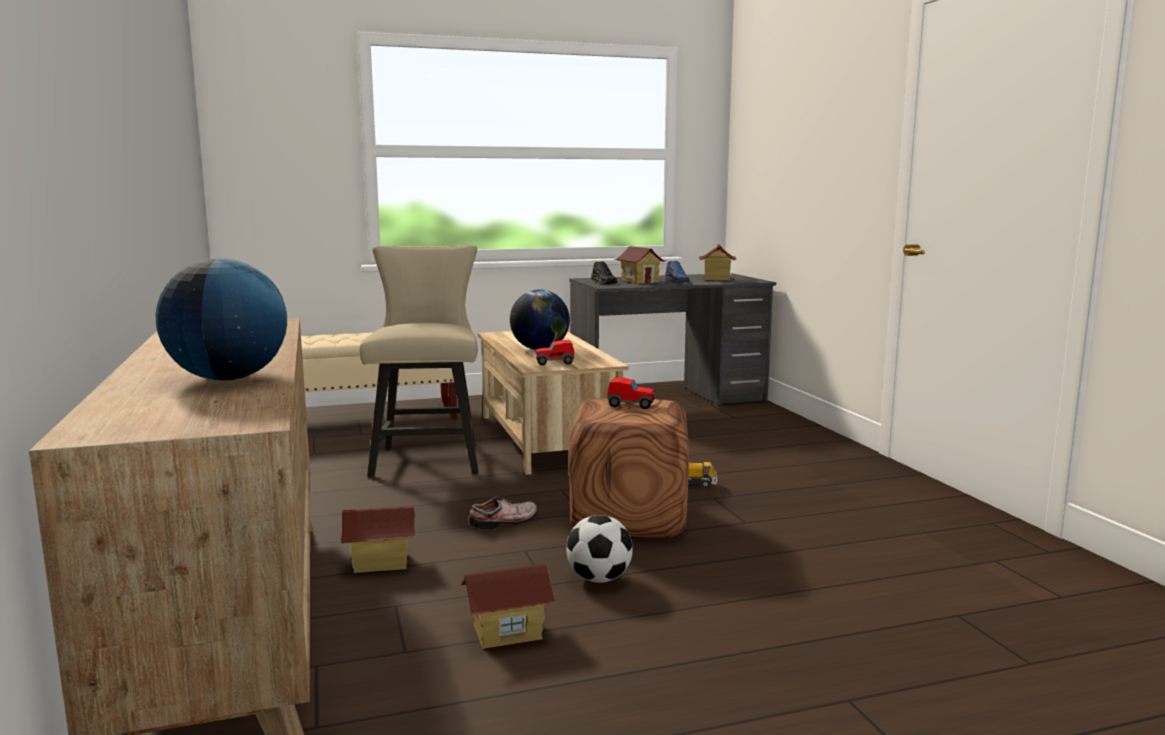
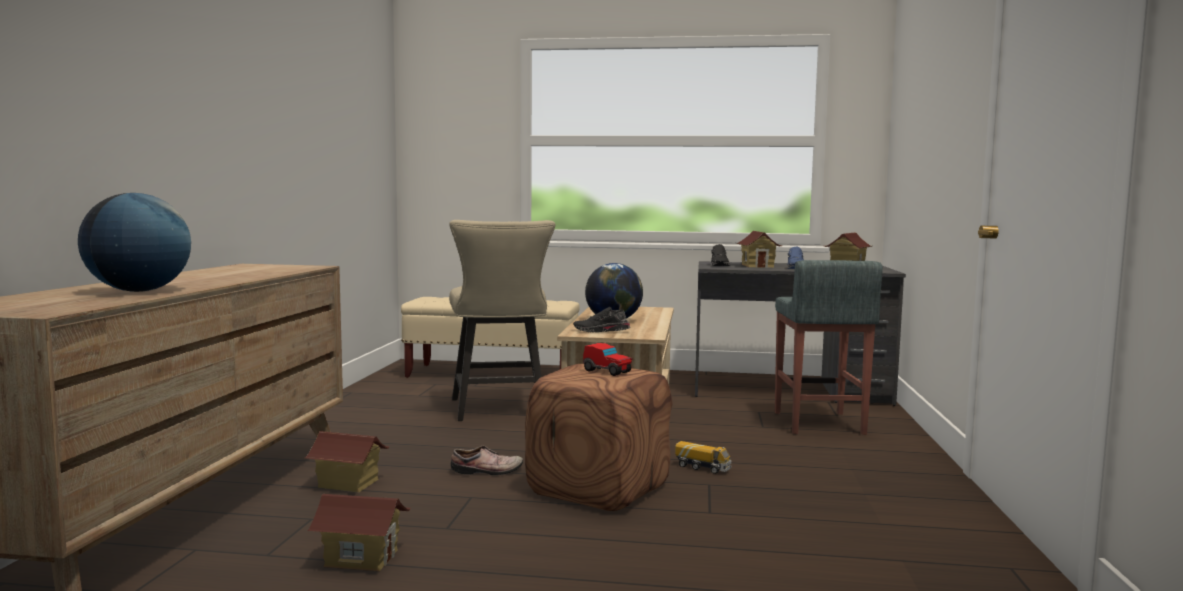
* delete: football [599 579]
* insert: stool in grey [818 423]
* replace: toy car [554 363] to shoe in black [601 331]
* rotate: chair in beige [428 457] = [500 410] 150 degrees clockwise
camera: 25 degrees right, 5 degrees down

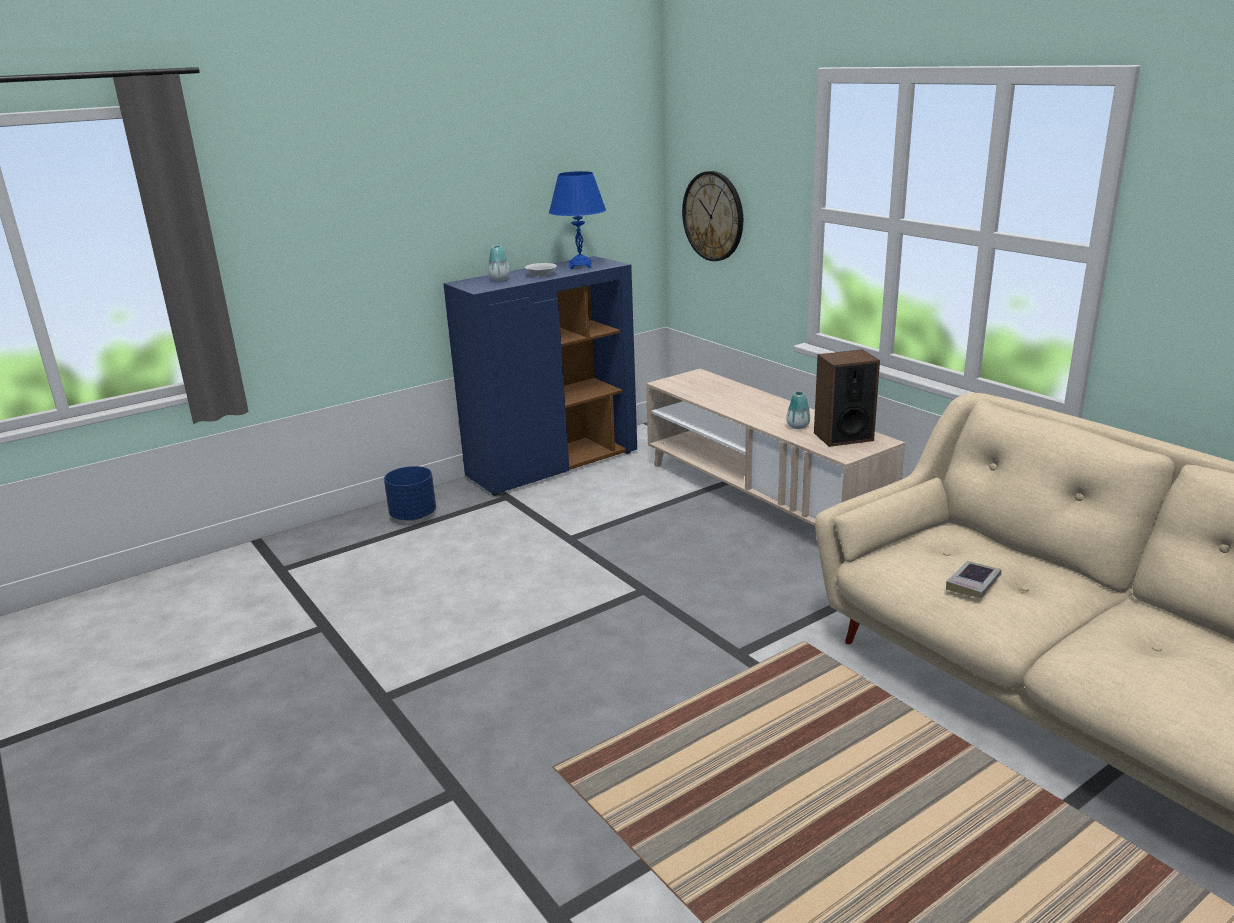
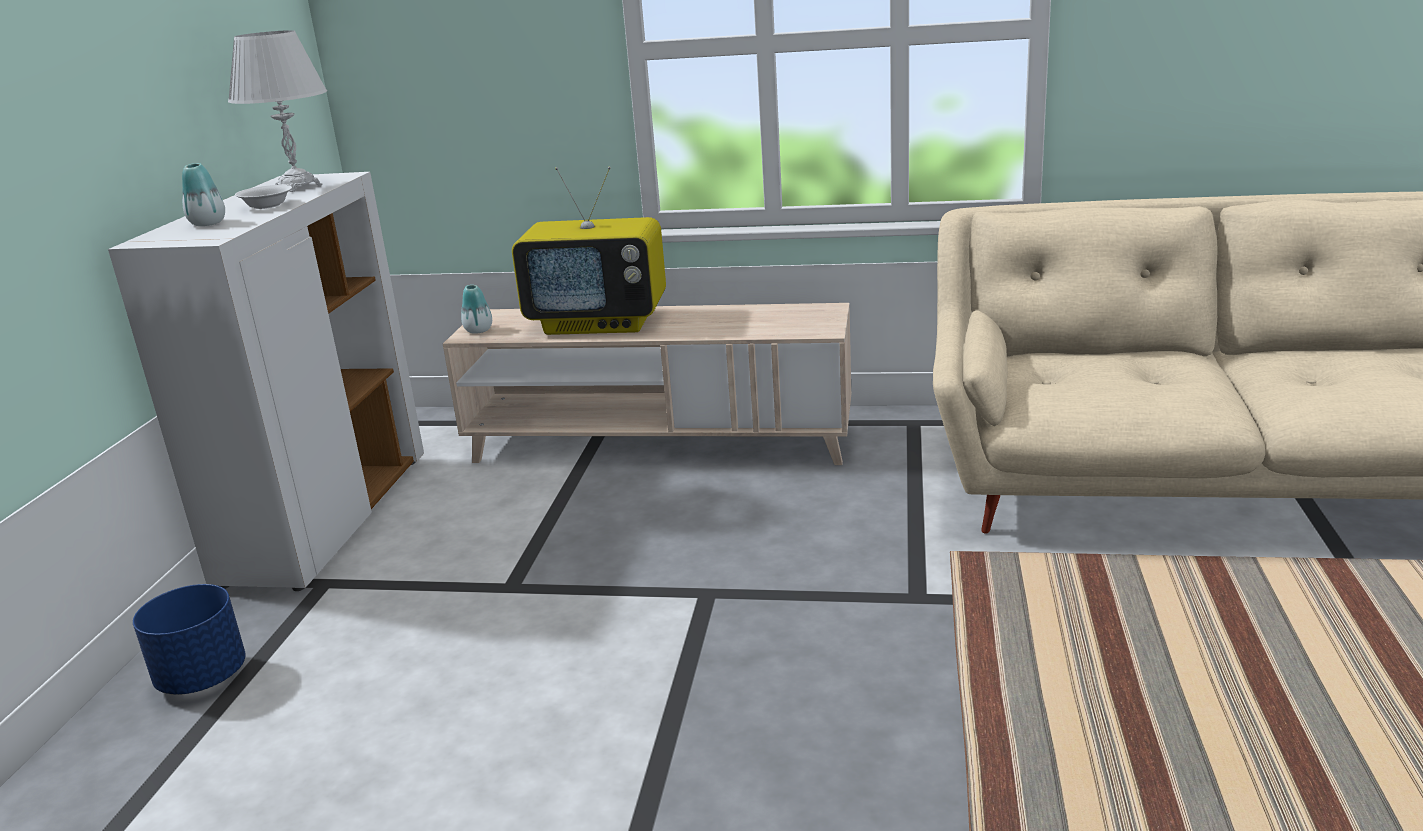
* delete: wall clock [713 216]
* delete: speaker [843 436]
* delete: book [973 583]
* insert: television [600 323]
* move: vase [798 426] to [478 330]
* recolor: cabinet in blue [553 465] to cabinet in white [327 518]
* recolor: table lamp in blue [580 266] to table lamp in white [298 187]
camera: 45 degrees left, 0 degrees up

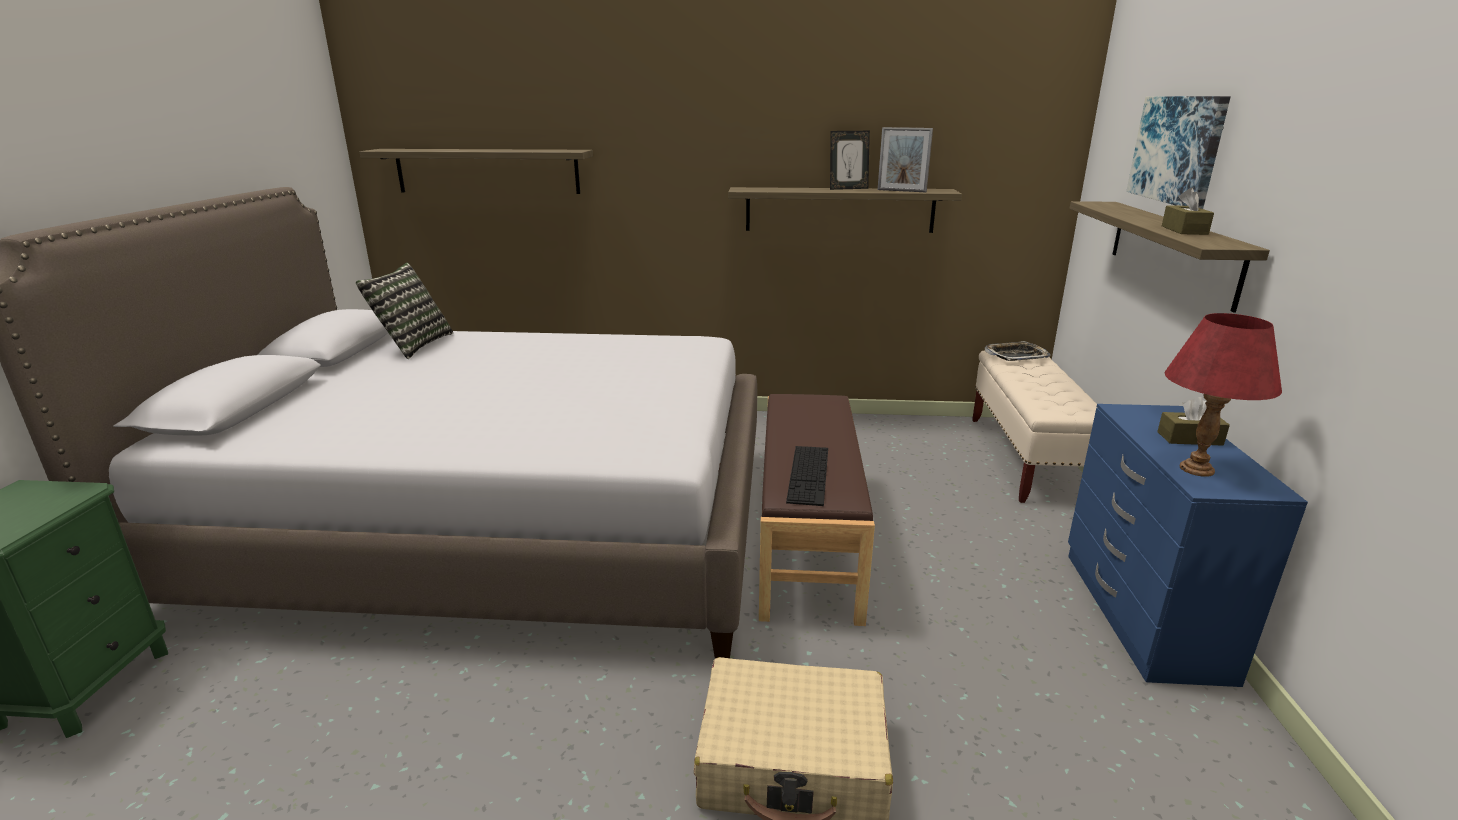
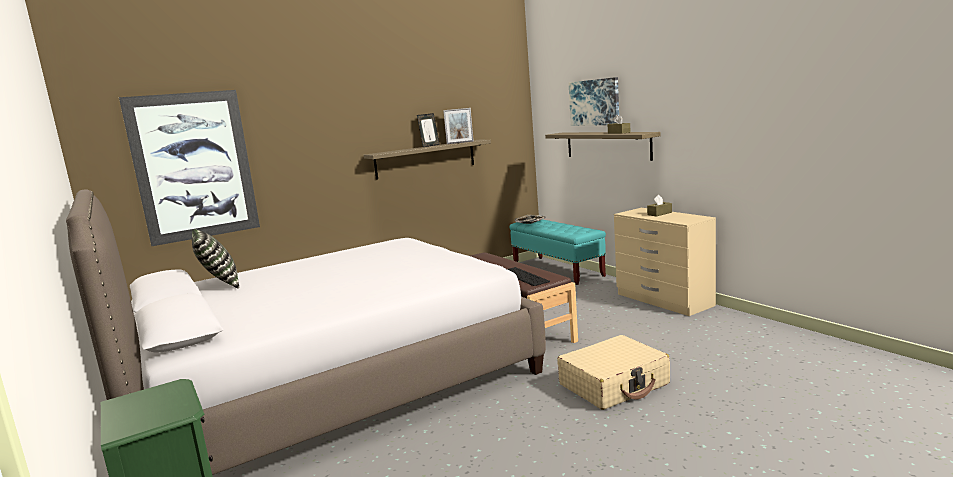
* delete: table lamp in red [1196 469]
* replace: shelf [487 171] to picture [194 166]
* recolor: bench in beige [1027 458] to bench in turquoise [557 271]
* recolor: dresser in blue [1141 614] to dresser in beige [663 300]
camera: 35 degrees left, 10 degrees down

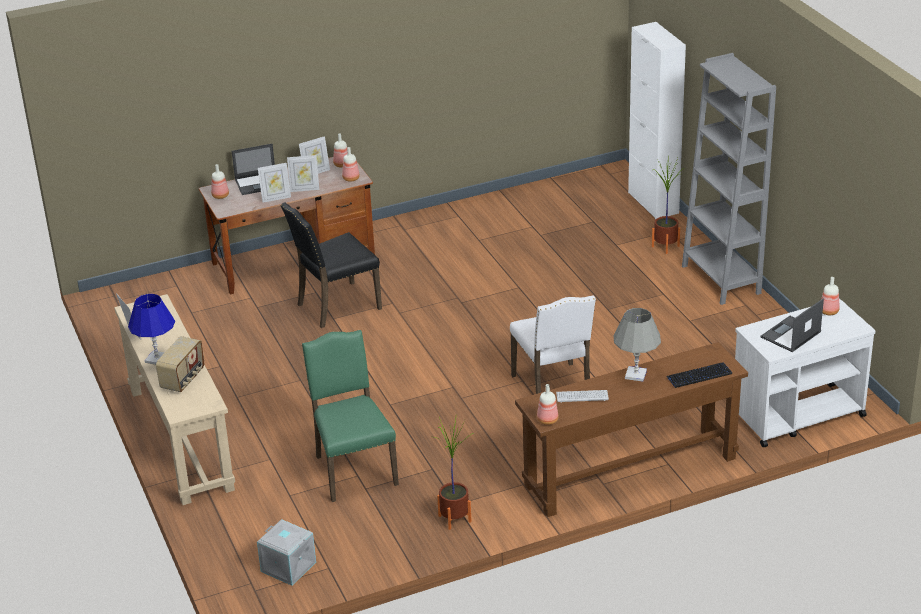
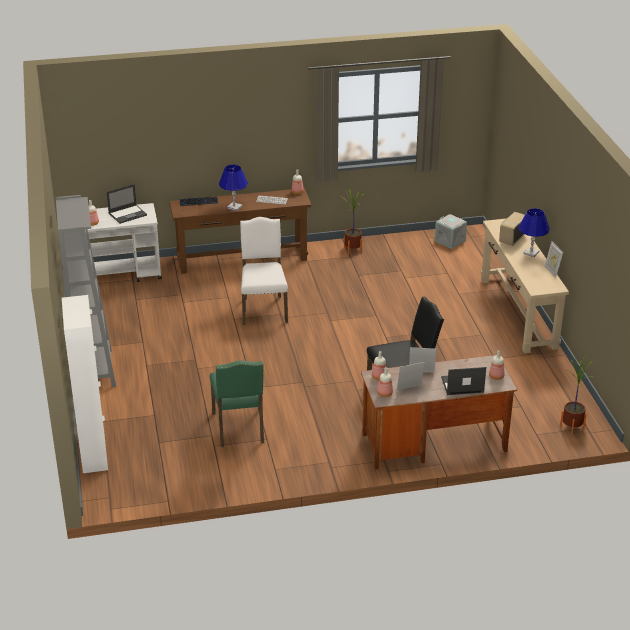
* delete: picture frame [276 198]
* move: chair in green [353 469] to [239 428]
* move: potted plant [665 246] to [572 427]
* recolor: table lamp in grey [636 374] to table lamp in blue [234 207]
camera: 170 degrees left, 0 degrees up

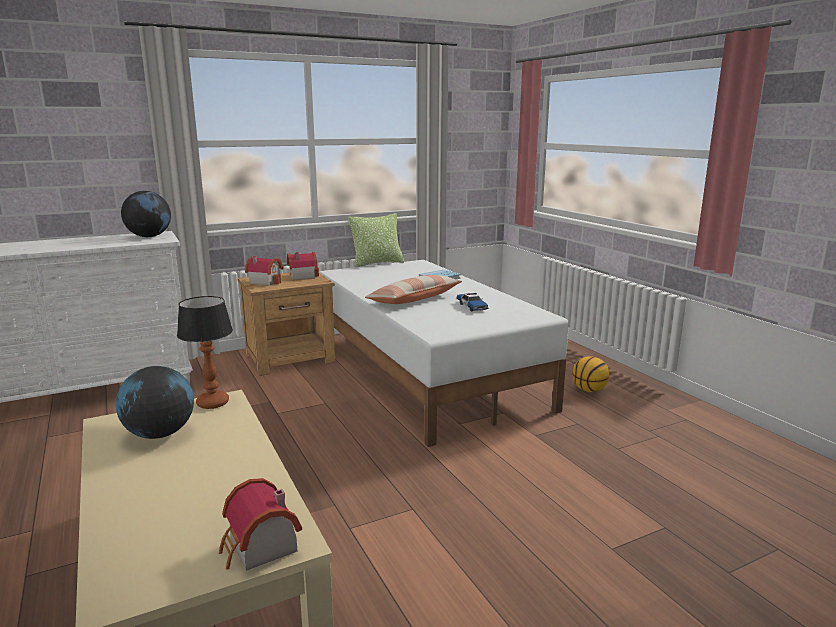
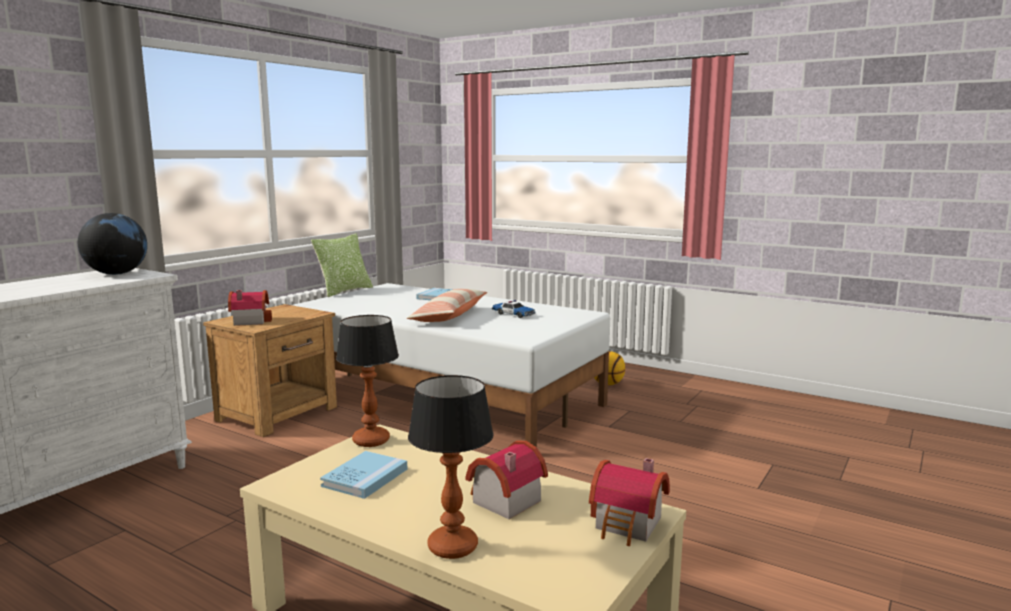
* insert: table lamp [452 547]
* move: toy house [301 276] to [502 501]
* replace: globe [160 434] to book in blue [365 477]
camera: 30 degrees left, 5 degrees down

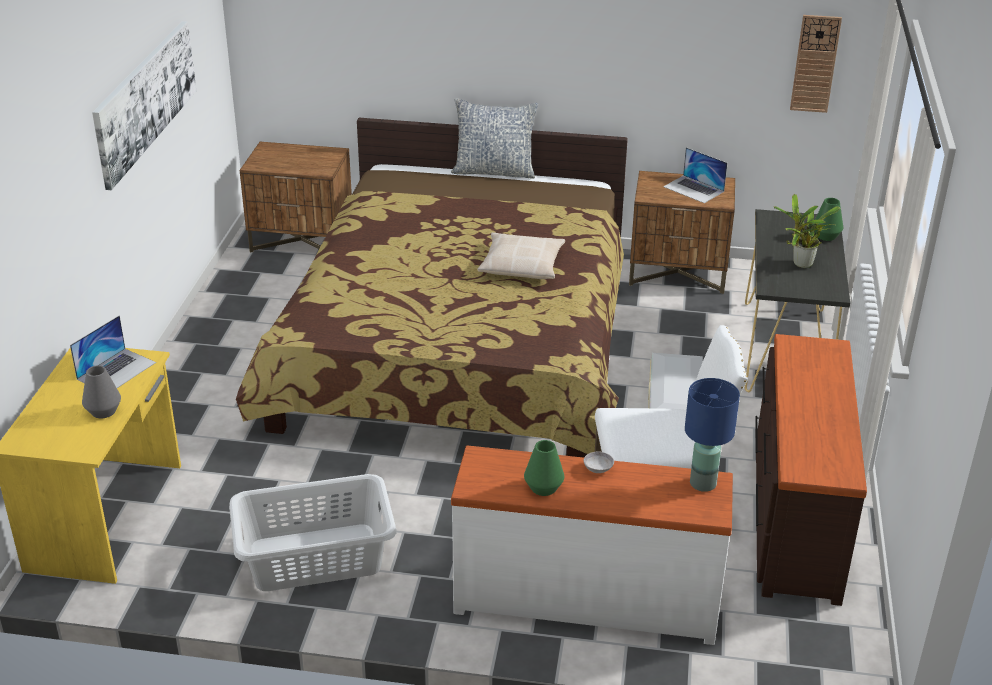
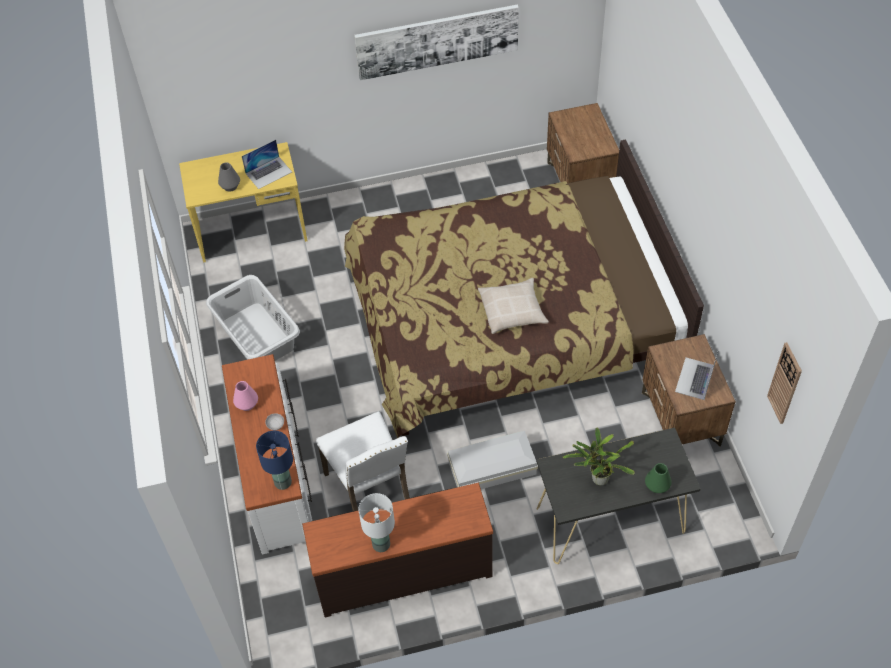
* delete: pillow [494 171]
* insert: table lamp in white [380 544]
* recolor: vase in green [543 488] to vase in pink [247 404]
* rotate: laptop [116 370] = [269 172] 45 degrees counterclockwise
camera: 70 degrees right, 20 degrees up

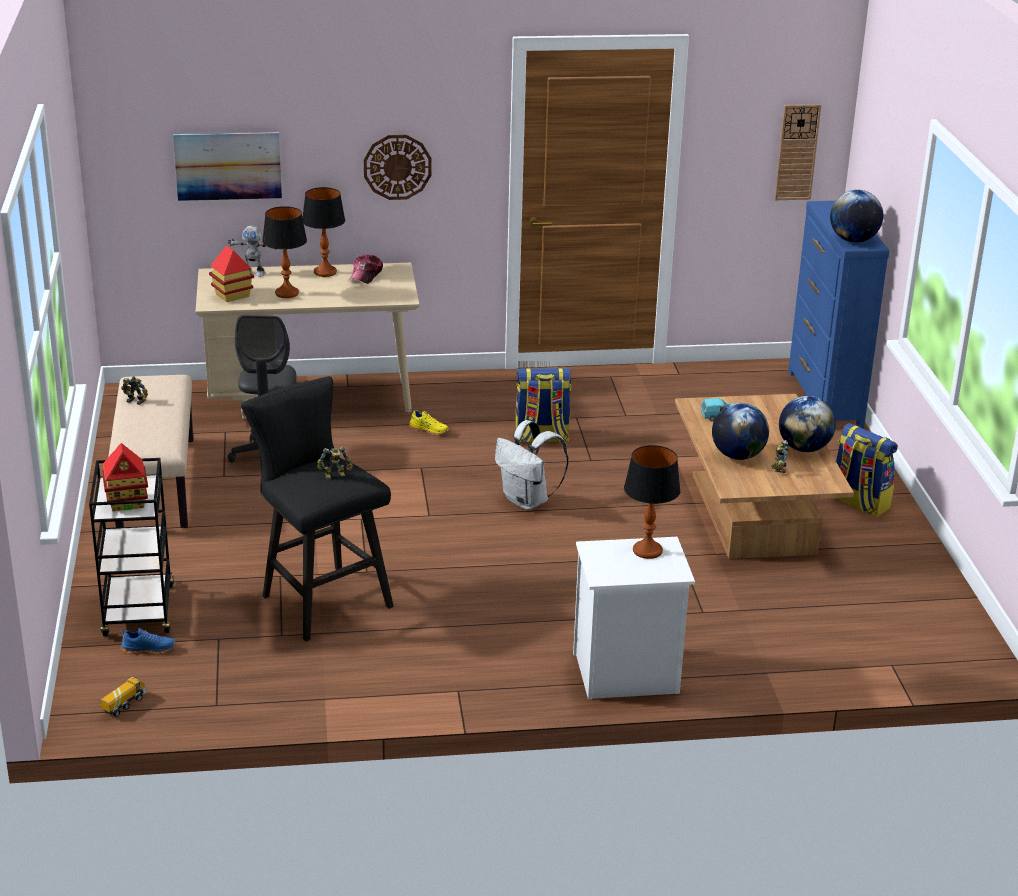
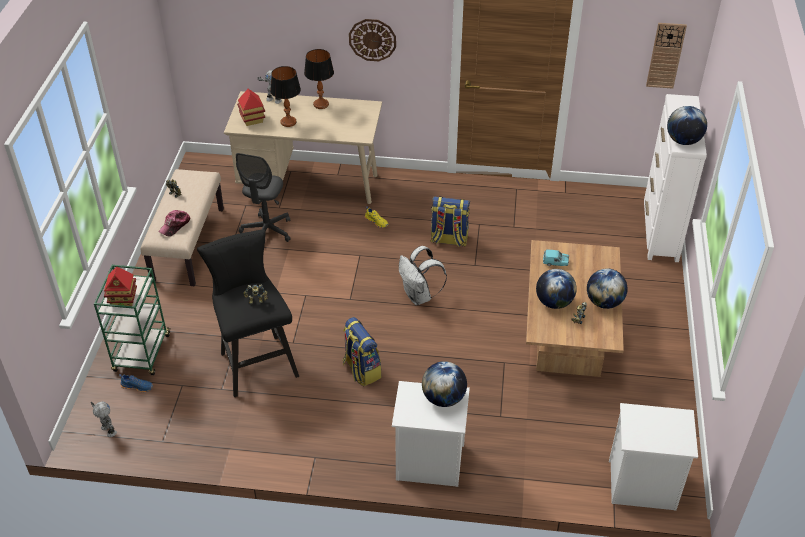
* delete: picture [228 166]
* insert: nightstand in white [641 486]
* move: cap [366 275] to [175 225]
* move: backpack [858 503] to [361 370]
* replace: toy truck [124 704] to toy robot [108 431]
* replace: table lamp [648 551] to globe [443 398]
* recolor: cart in black [139 612] to cart in green [142 354]
* recolor: dresser in blue [825 399] to dresser in white [660 231]
camera: 15 degrees right, 15 degrees up

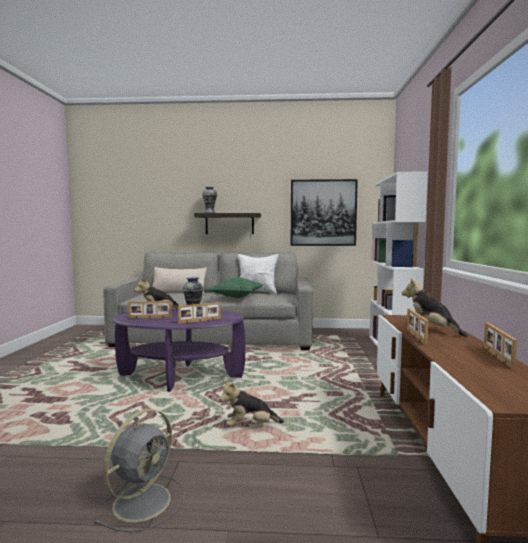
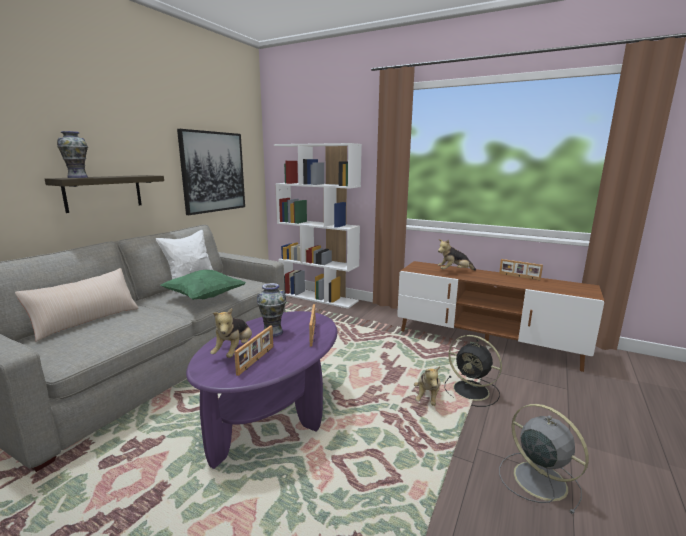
* delete: picture frame [415 336]
* insert: fan in black [472 391]
camera: 65 degrees left, 10 degrees up

